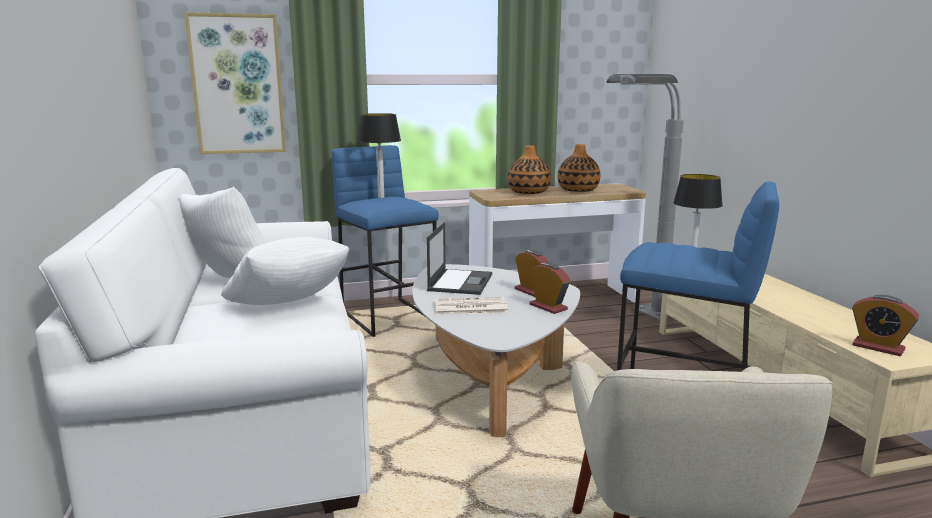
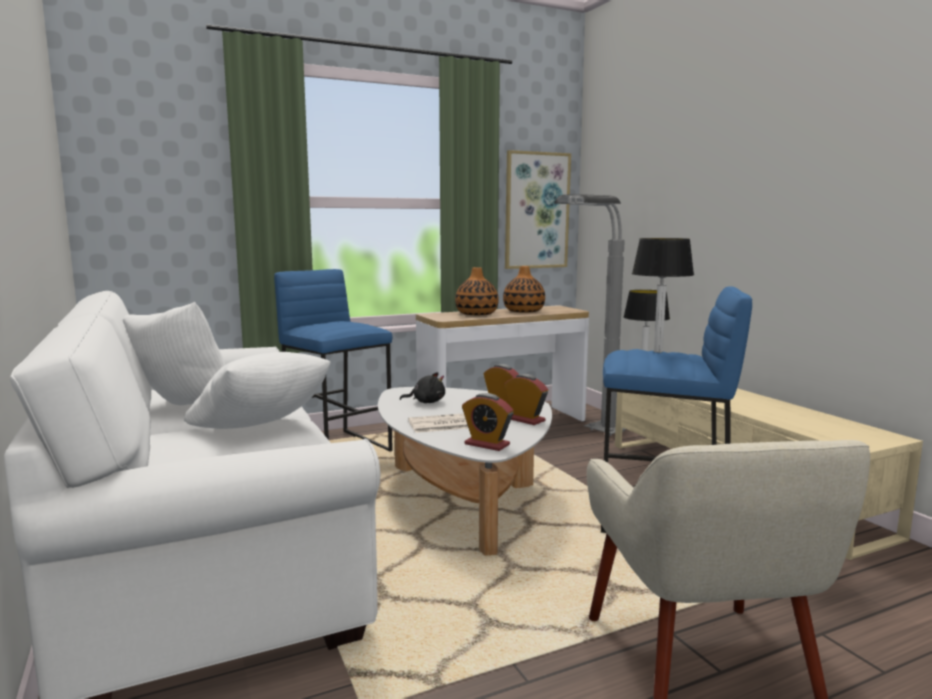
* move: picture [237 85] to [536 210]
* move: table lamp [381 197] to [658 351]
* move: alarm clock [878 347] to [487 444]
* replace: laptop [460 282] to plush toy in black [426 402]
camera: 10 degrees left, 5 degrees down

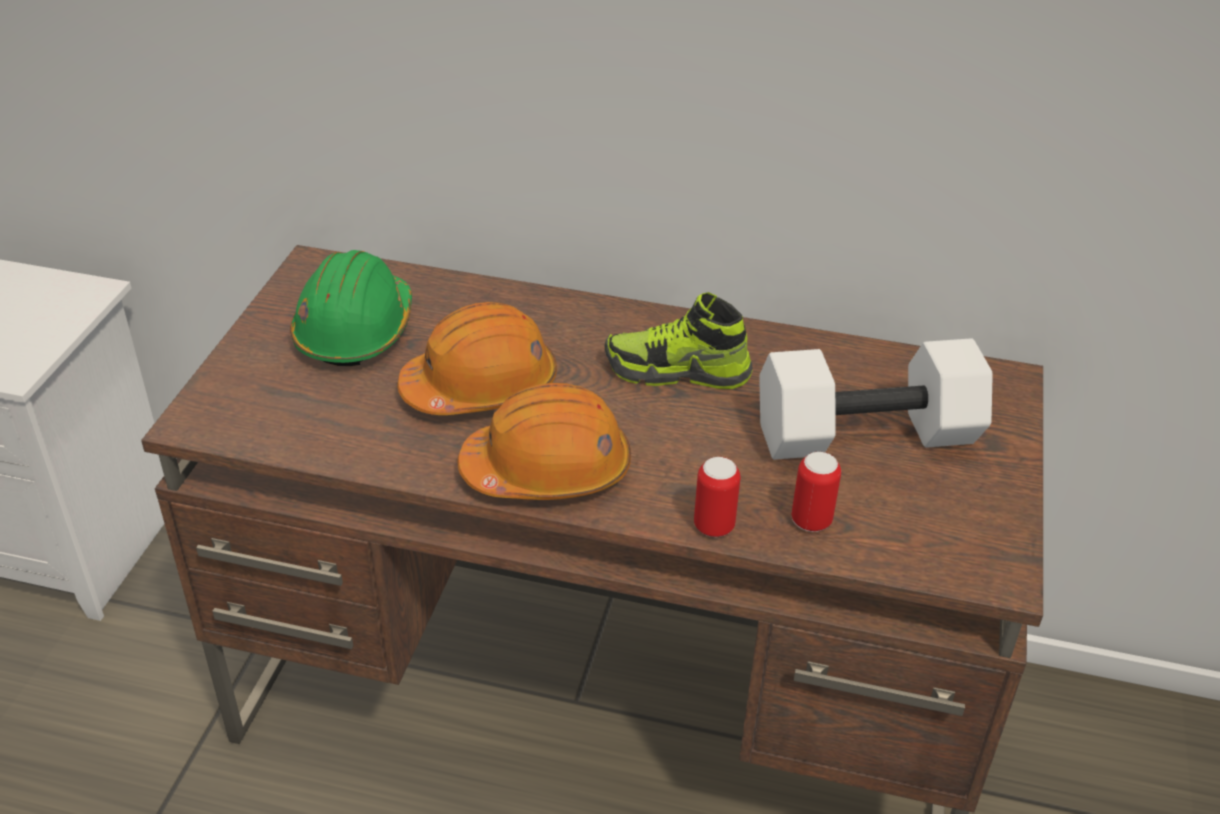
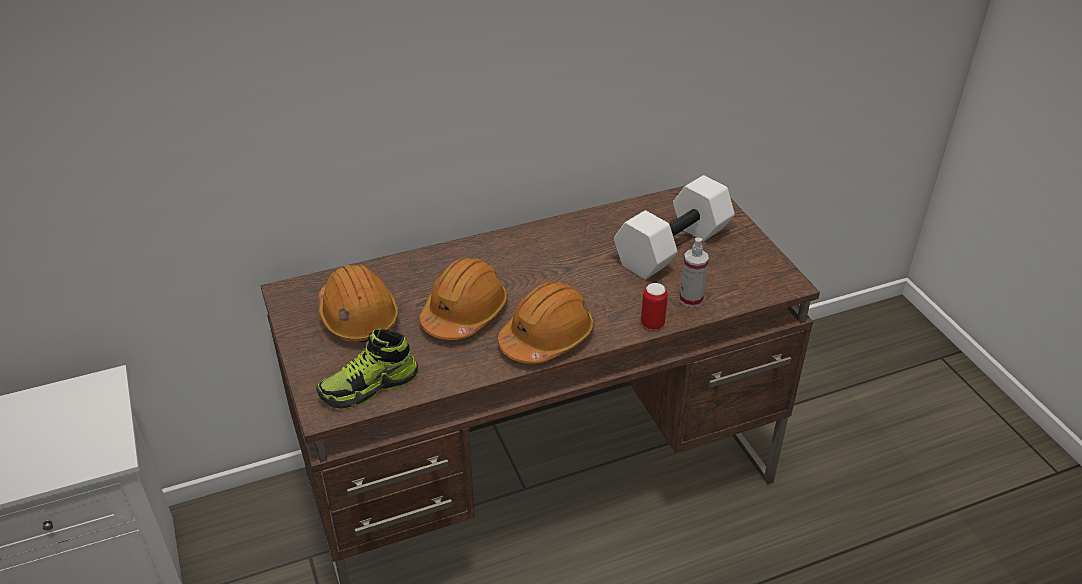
* move: shoe [677 372] to [369 387]
* replace: can [811 521] to spray bottle [691 299]
* recolor: hard hat in green [355 330] to hard hat in orange [358 317]
camera: 35 degrees left, 0 degrees up

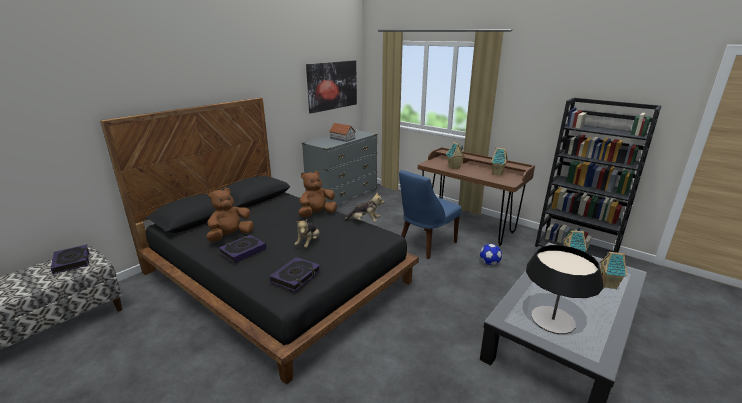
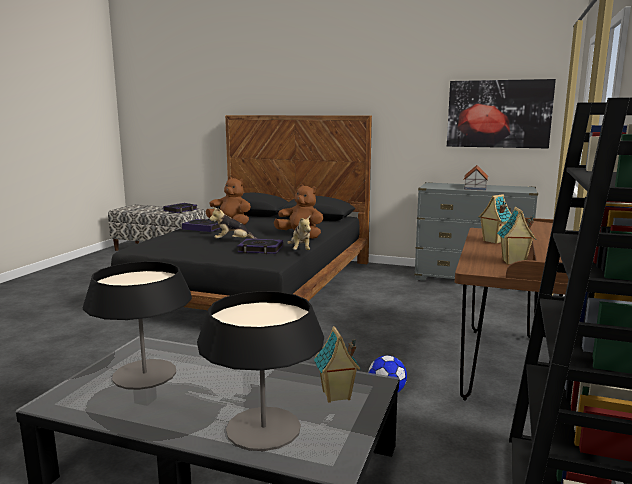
* delete: chair in blue [425 244]
* move: book [296 277] to [260 249]
* replace: toy house [608 285] to table lamp [263 428]
camera: 70 degrees right, 10 degrees down

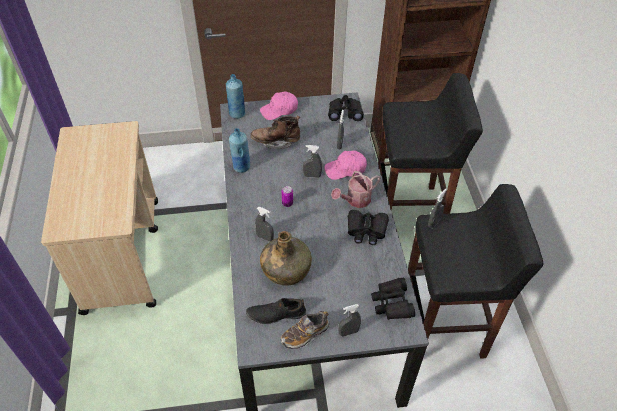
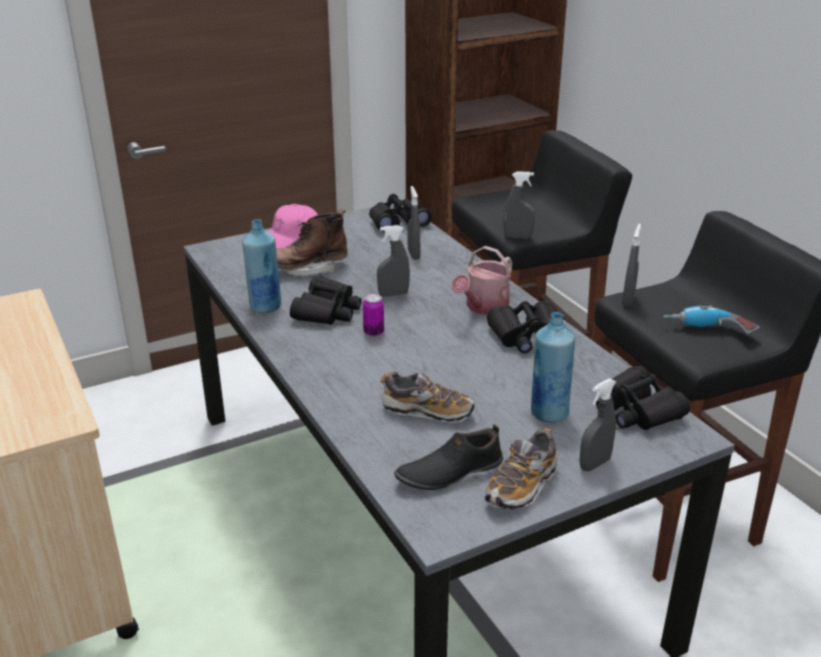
* delete: cap in pink [345 169]
* insert: binoculars in black [327 311]
* insert: power drill [708 331]
* move: bottle in blue [237 113] to [549 413]
* move: spray bottle in grey [265 237] to [518 237]
* replace: bottle in green [286 270] to shoe [427 411]
camera: 20 degrees left, 20 degrees down

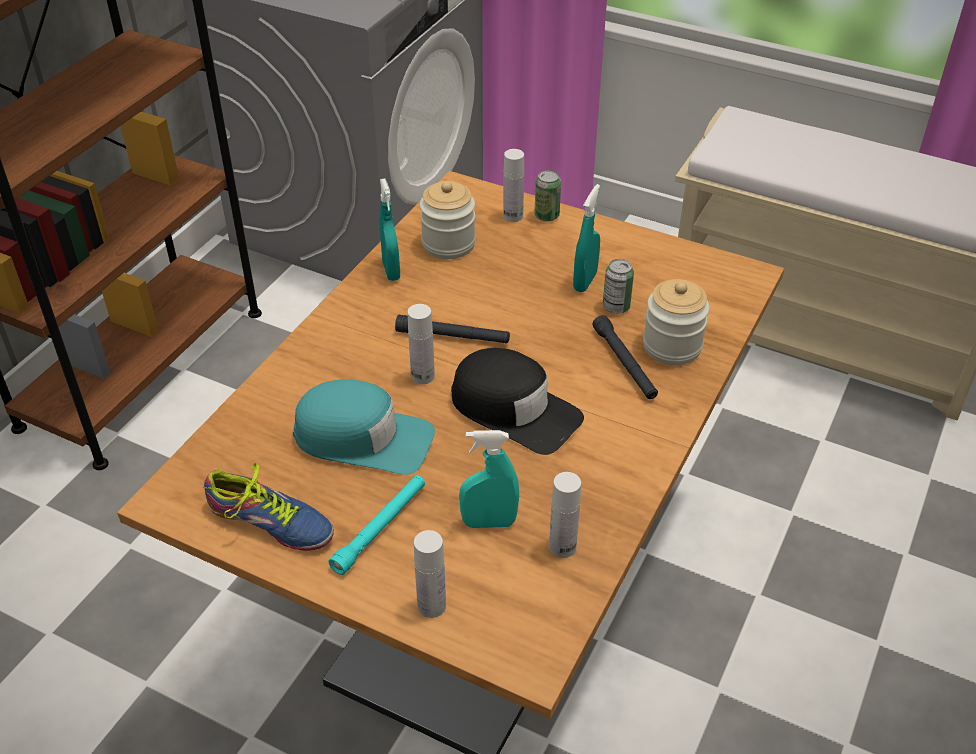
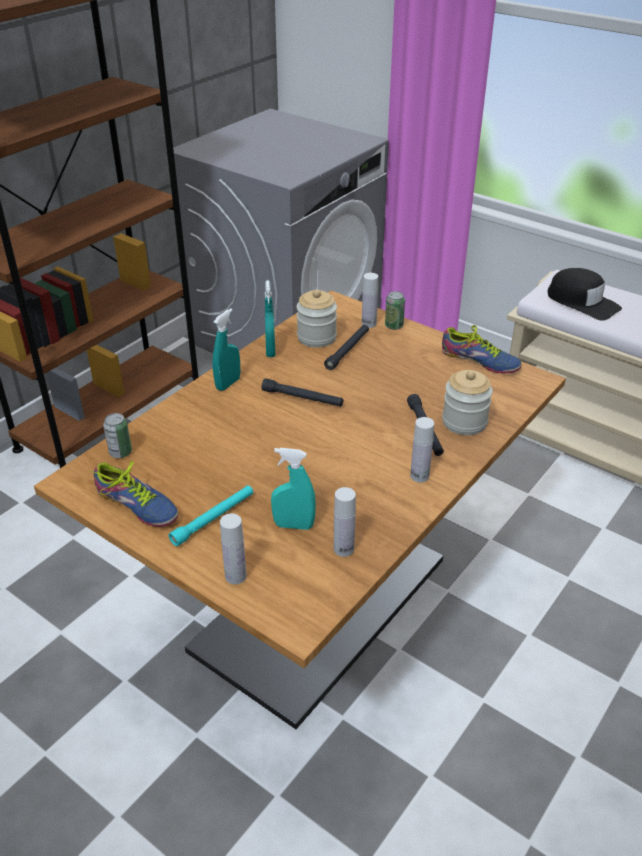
* delete: cap in turquoise [363 438]
* insert: flashlight in black [347 350]
* insert: shoe [479 362]
* move: bottle in white [422 376] to [419 476]
* move: cap in black [514 410] to [582 302]
* move: spray bottle in turquoise [585 281] to [228 384]
* move: can [616 307] to [120 452]
camera: 10 degrees right, 5 degrees down

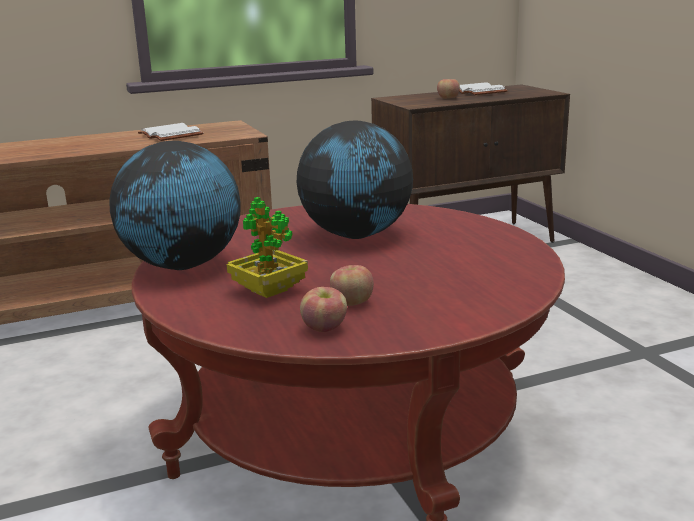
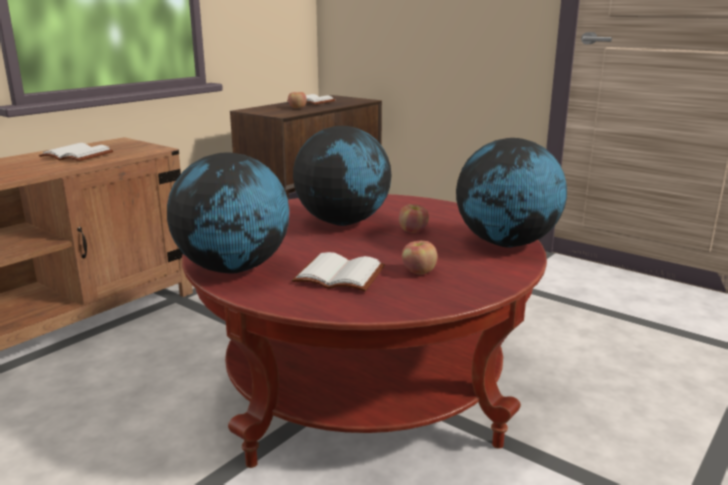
* insert: globe [506 244]
* move: apple [324 328] to [413 231]
* replace: potted plant [269 290] to book in white [341 275]
camera: 30 degrees left, 0 degrees up

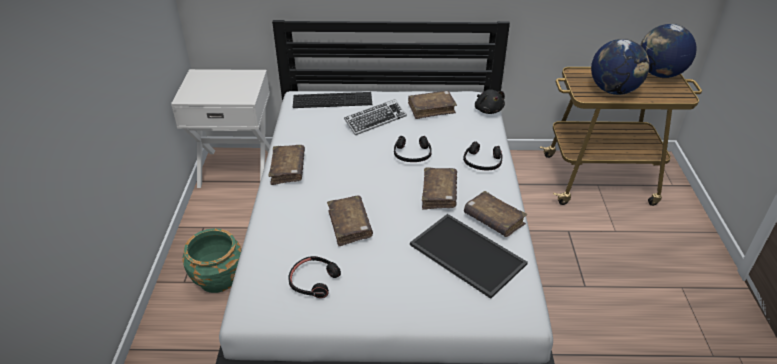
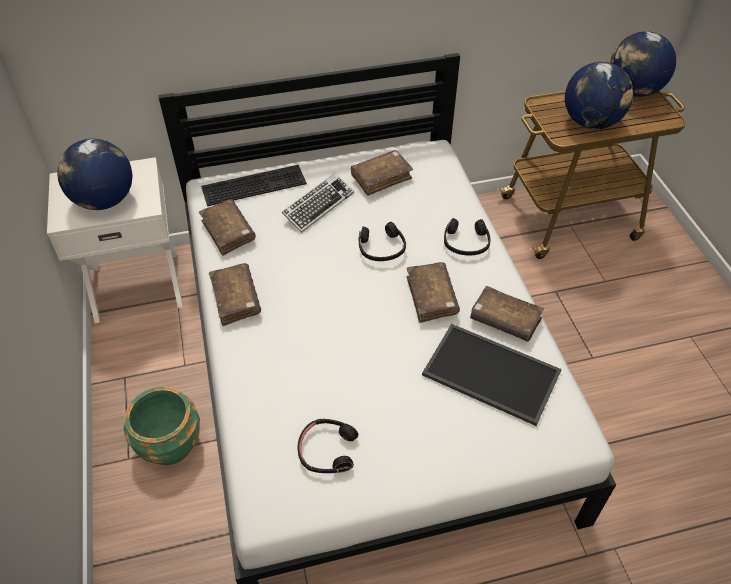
* delete: plush toy in black [488 110]
* insert: globe [104 201]
* move: book in brown [349 225] to [228 232]
camera: 15 degrees left, 10 degrees up

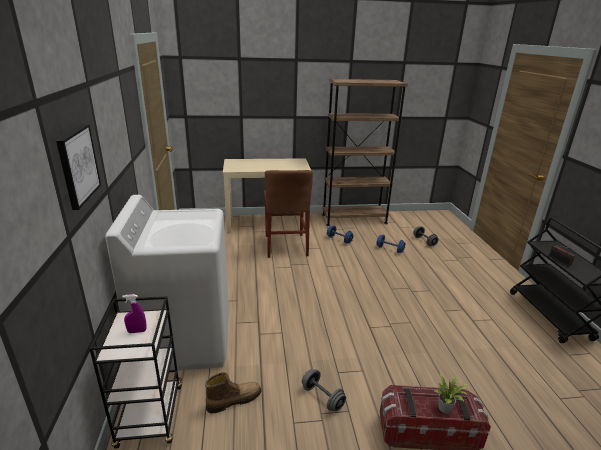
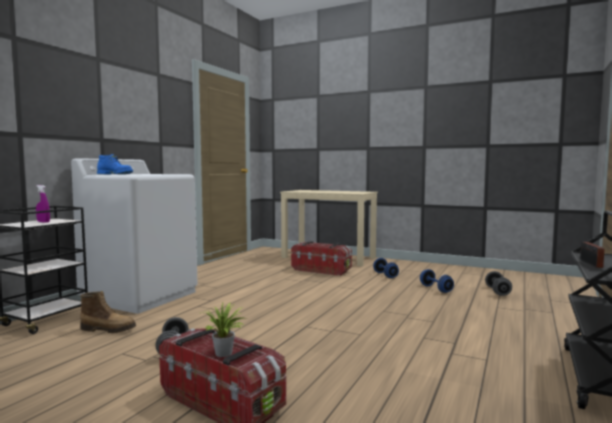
* delete: picture [77 165]
* delete: bookcase in brown [354 219]
* insert: boot in blue [115 174]
* replace: chair in brown [286 245] to storage box [321 270]
camera: 35 degrees right, 20 degrees down

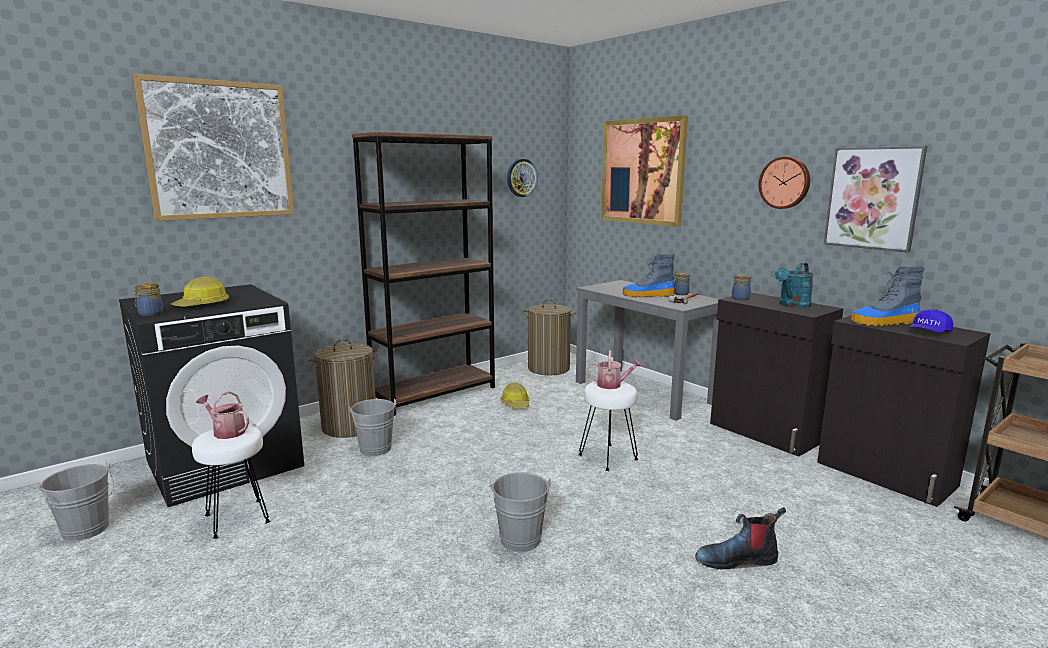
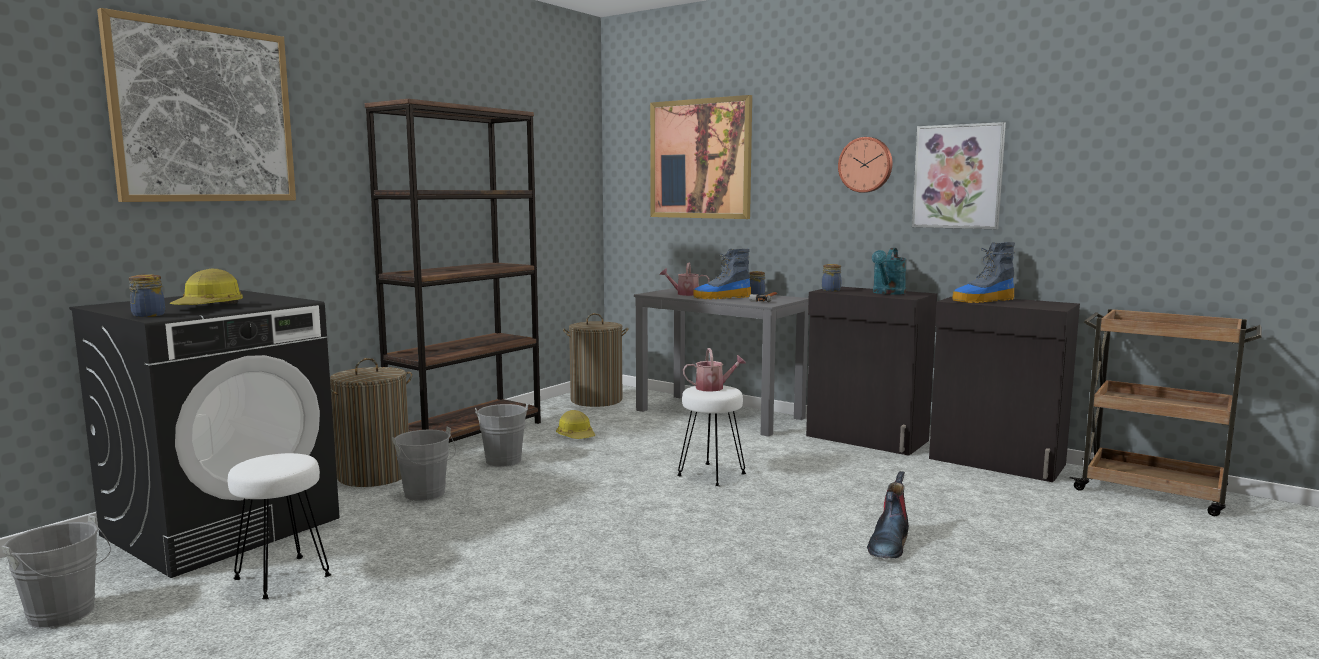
* delete: wall clock [521 178]
* delete: cap in blue [929 333]
* move: watering can [226 431] to [684 294]
* move: bucket in grey [520 537] to [502 459]
* rotate: boot [737 559] = [888 543] 45 degrees counterclockwise
camera: 15 degrees left, 5 degrees down

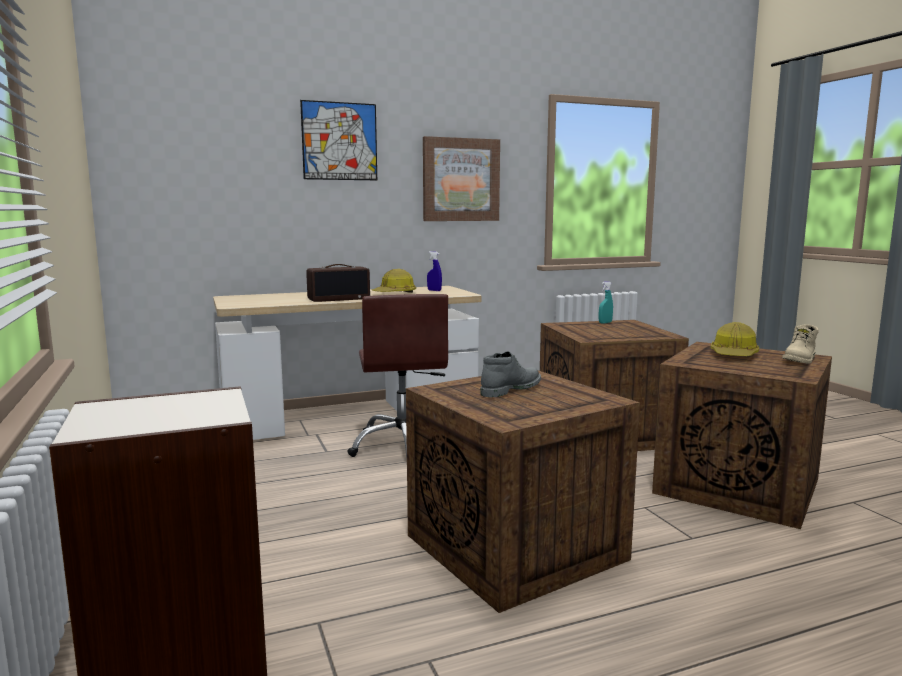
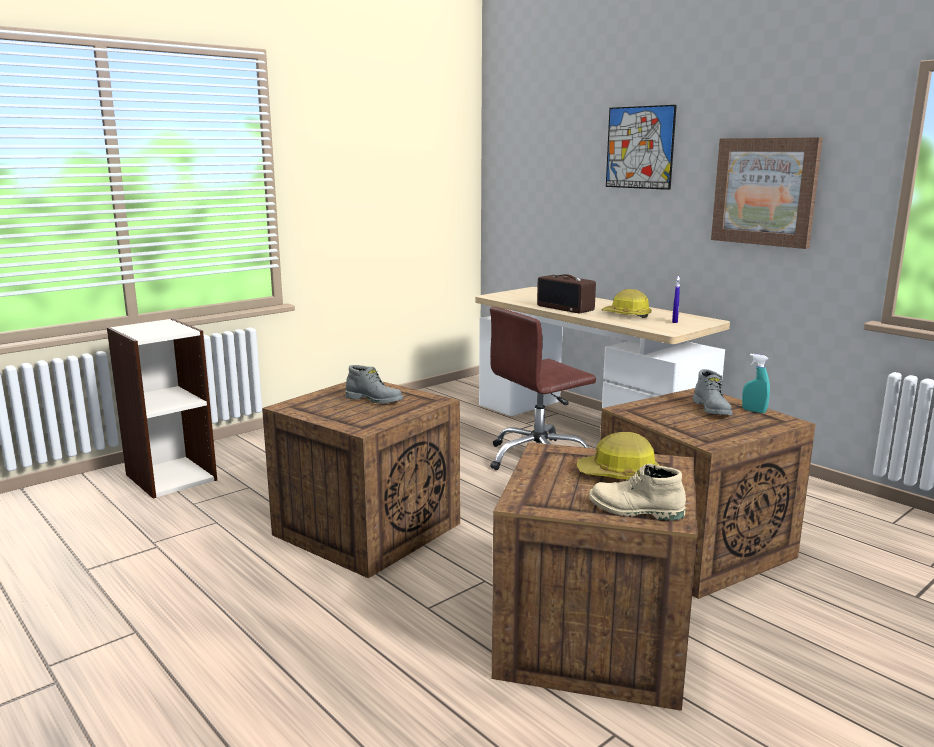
* insert: boot in grey [712 409]
camera: 70 degrees right, 5 degrees up

